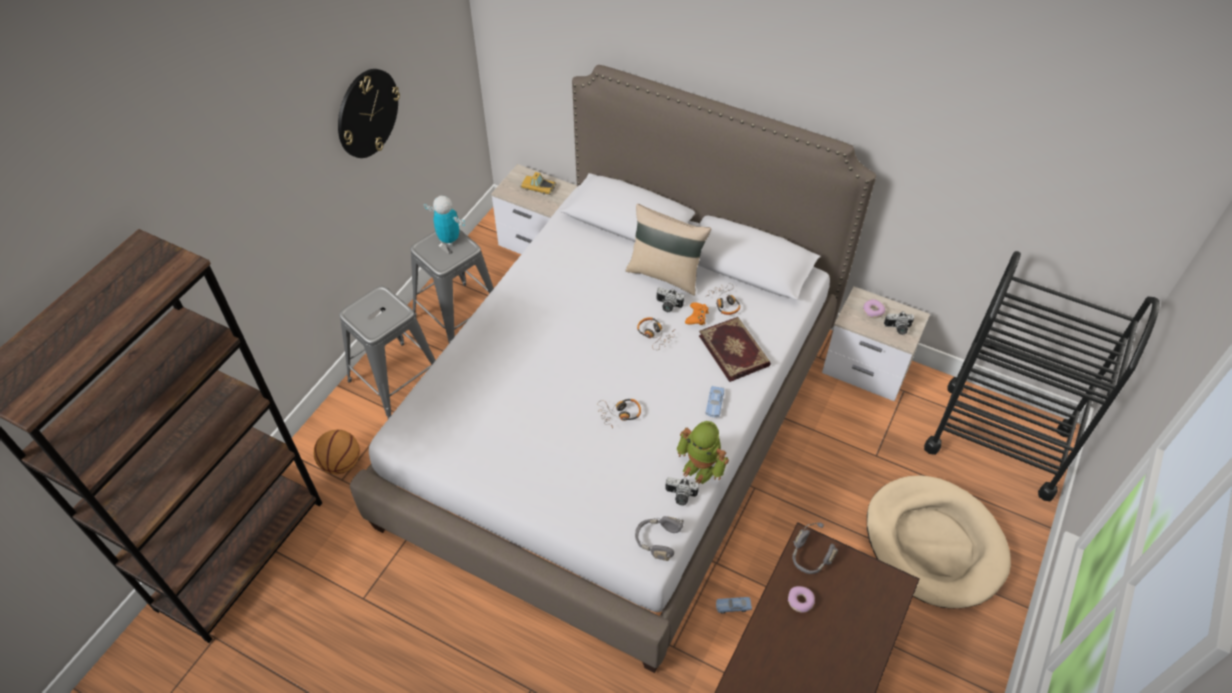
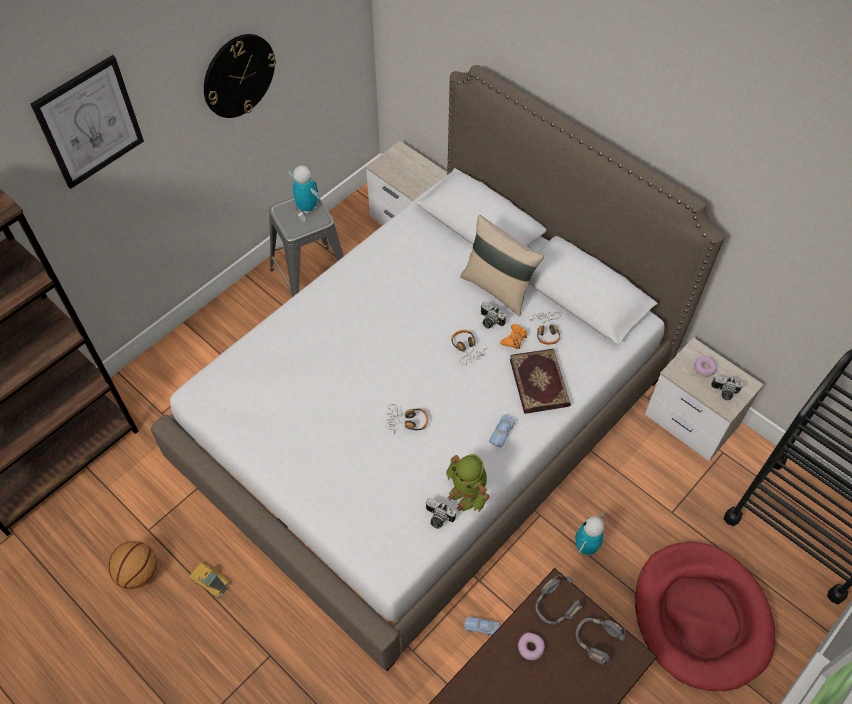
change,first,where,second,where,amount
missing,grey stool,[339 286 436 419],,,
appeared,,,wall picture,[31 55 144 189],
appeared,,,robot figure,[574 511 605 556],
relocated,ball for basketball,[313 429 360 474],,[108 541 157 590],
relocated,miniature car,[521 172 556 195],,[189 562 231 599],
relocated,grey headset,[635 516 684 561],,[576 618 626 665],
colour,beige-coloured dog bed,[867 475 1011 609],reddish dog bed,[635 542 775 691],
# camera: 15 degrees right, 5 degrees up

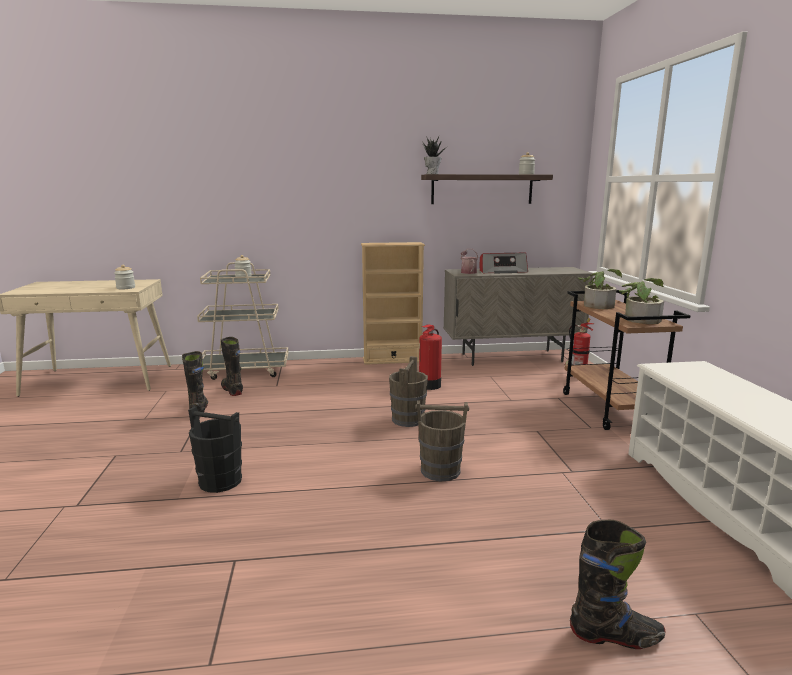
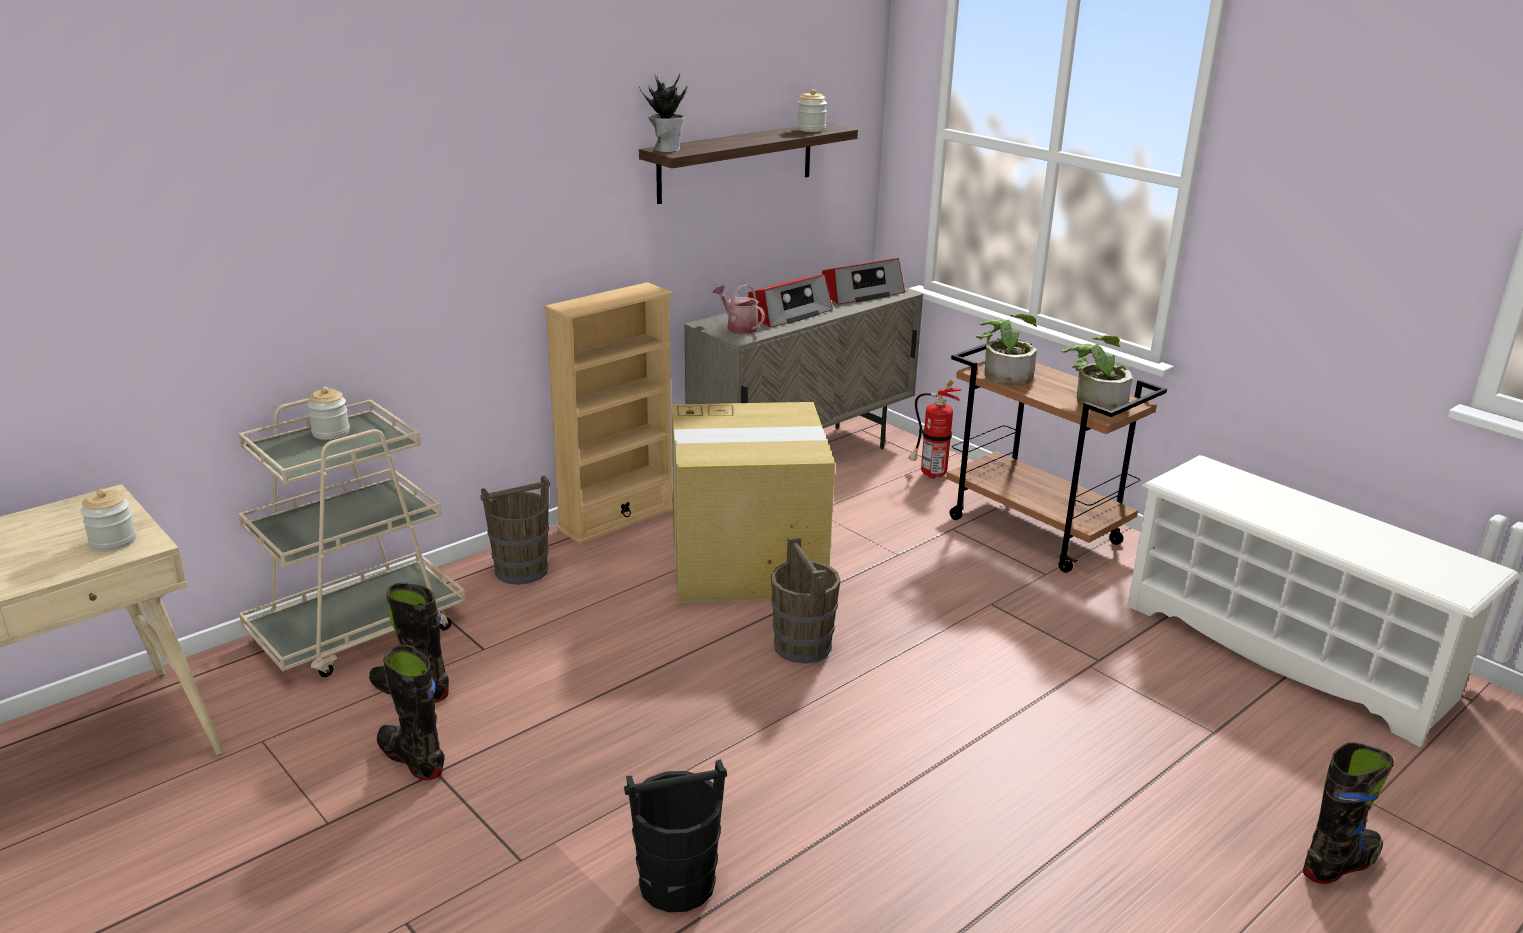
change,first,where,second,where,amount
appeared,,,radio receiver,[822 258 905 305],
relocated,brownish bucket,[415 400 469 482],,[480 475 550 585],
exchanged,extinguisher,[419 324 442 390],carton,[672 402 835 603],
# camera: 35 degrees left, 10 degrees up

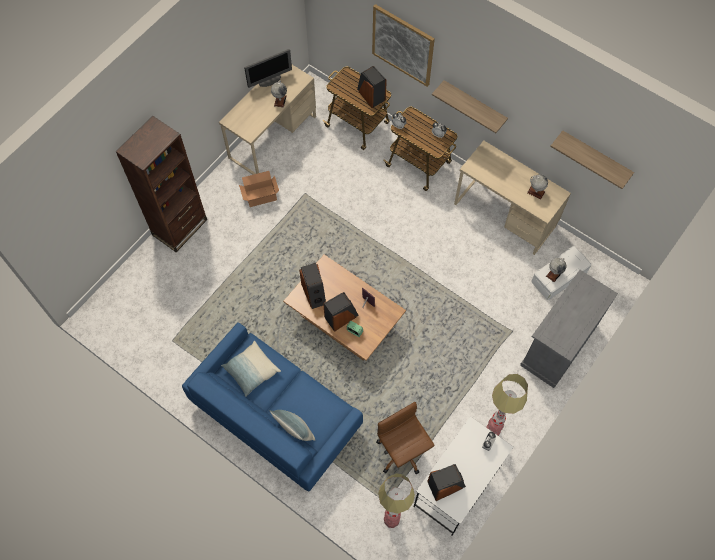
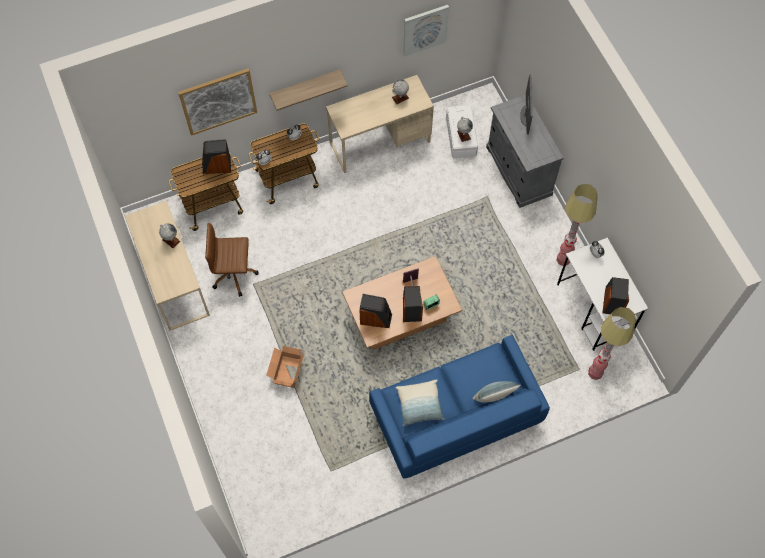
change,first,where,second,where,amount
missing,brownish bookshelf,[116 116 207 252],,,
relocated,carton,[239 171 279 207],,[266 346 304 388],
relocated,monitor,[244 49 292 88],,[520 74 532 134],
relocated,brownish office chair,[376 402 435 474],,[205 223 259 297],
exchanged,shelf,[550 131 634 189],wall picture,[403 5 449 57],
# camera: 60 degrees left, 0 degrees up

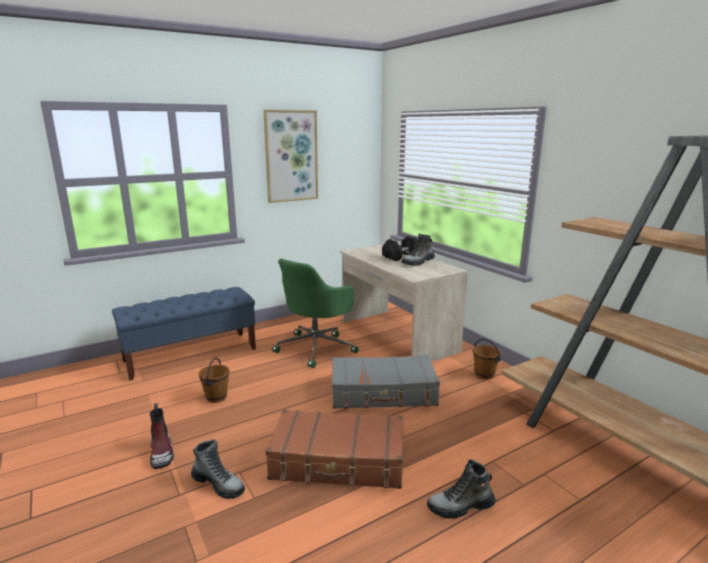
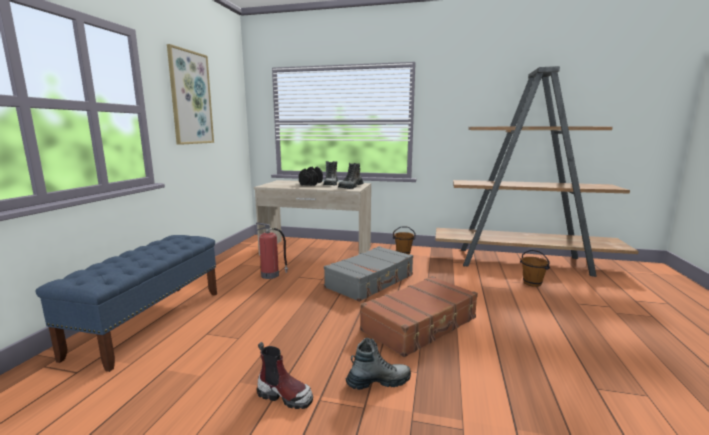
change,first,where,second,where,amount
relocated,brownish bucket,[199 358 229 403],,[520 250 550 287],
relocated,high-top boot,[427 459 496 519],,[338 163 364 189],
exchanged,green-coloured office chair,[272 258 359 368],extinguisher,[256 222 288 279],
# camera: 45 degrees left, 5 degrees down

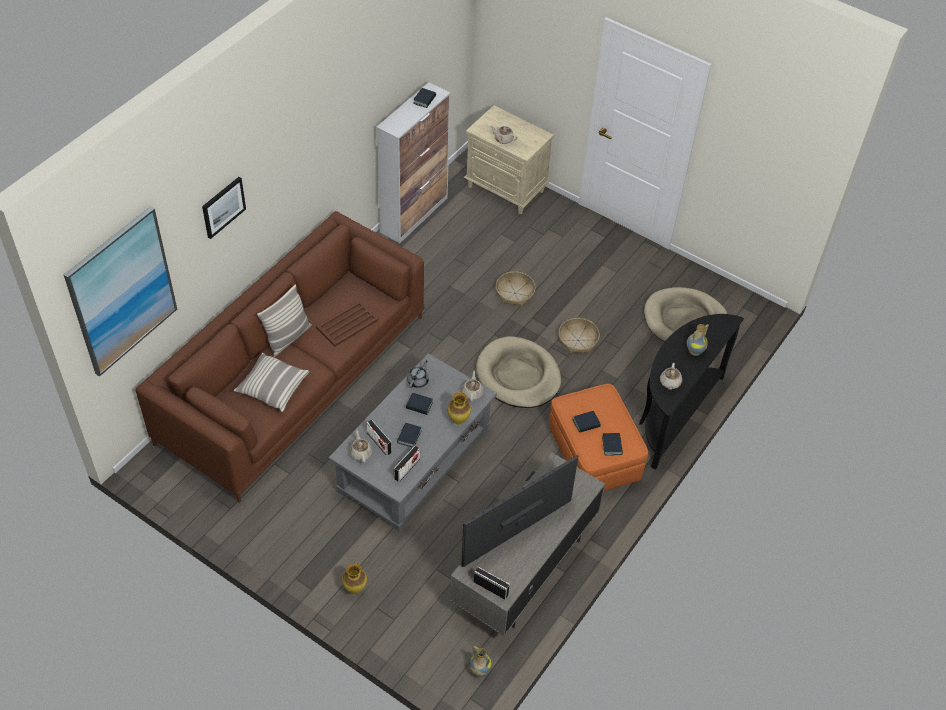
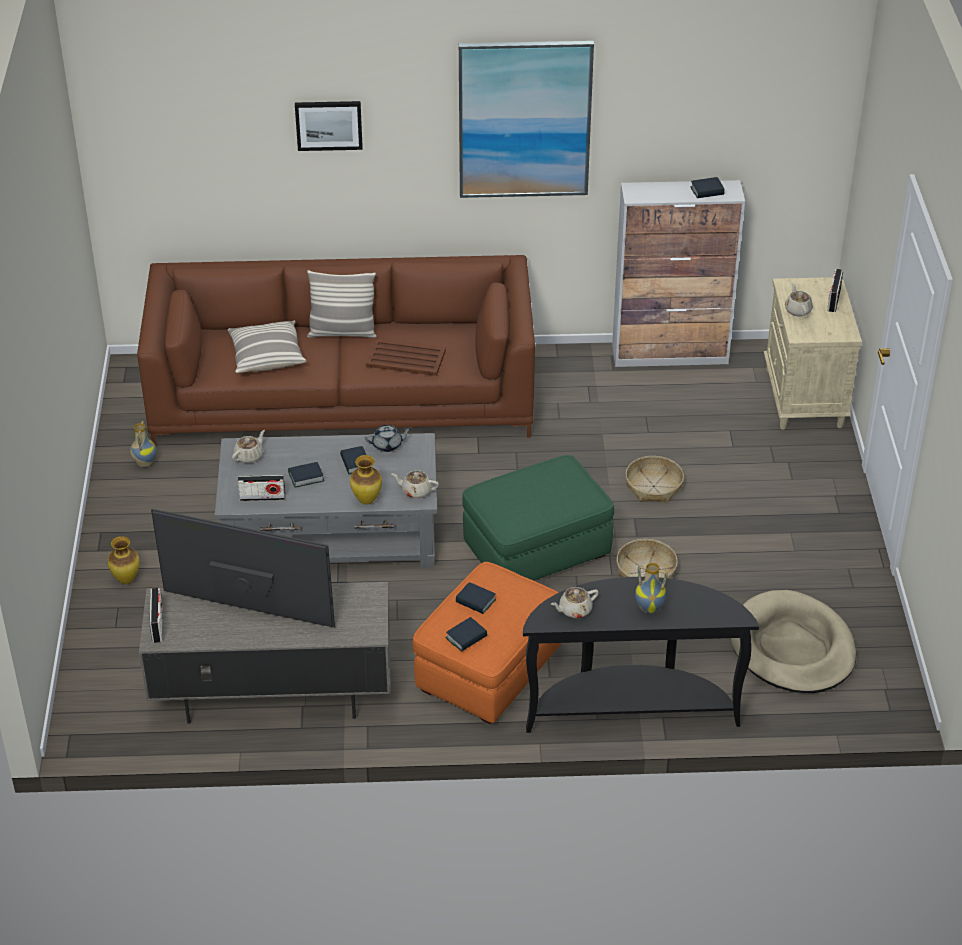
change,first,where,second,where,amount
relocated,wall picture,[63 206 177 377],,[459 41 594 198],
relocated,radio receiver,[367 419 392 456],,[827 269 843 312],
relocated,decorative vase,[469 646 492 676],,[130 421 157 467],
exchanged,beige-coloured dog bed,[476 336 561 408],green-coloured footrest,[462 455 614 581],
spun,beige-coloured tea pot,[462 371 484 402],,[392 470 439 498],135 degrees counterclockwise
# camera: 55 degrees right, 10 degrees down

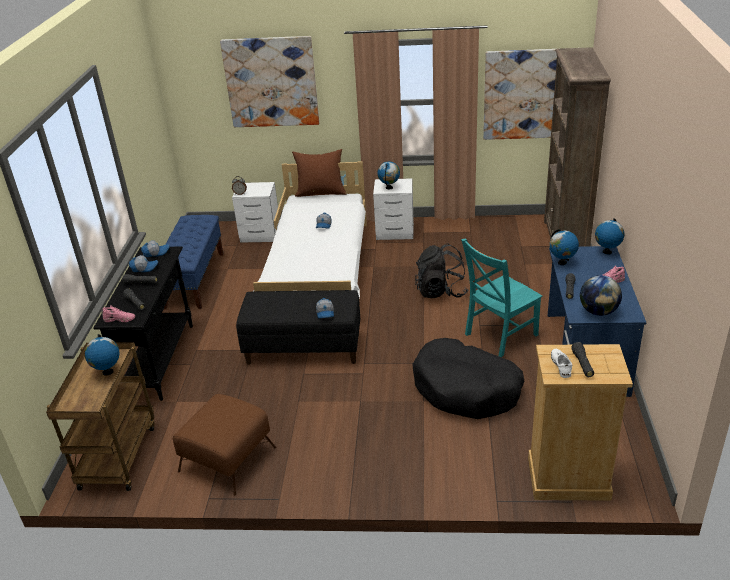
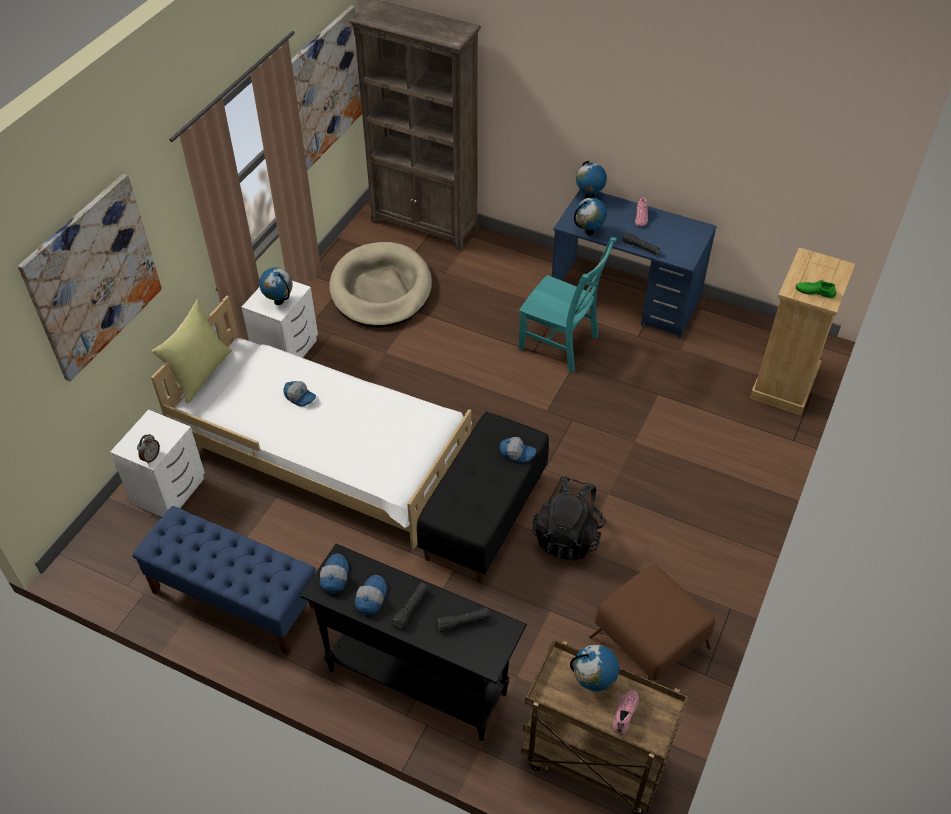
change,first,where,second,where,amount
missing,black-coloured dog bed,[412 338 525 419],,,
missing,black-coloured torch,[571 342 594 377],,,
missing,desk globe,[580 275 622 316],,,
appeared,,,beige-coloured dog bed,[329 242 432 328],
relocated,pinkish low shoe,[102 305 135 322],,[613 690 639 735],
relocated,black-coloured knapsack,[415 244 469 298],,[533 476 606 561],
colour,brownish cushion,[292 149 347 197],yellow cushion,[152 300 232 404],
colour,white-coloured low shoe,[551 349 572 378],green-coloured low shoe,[795 280 836 298],
spun,blue-green upright chair,[461 238 542 358],,[518 237 617 372],45 degrees counterclockwise
# camera: 70 degrees left, 15 degrees up

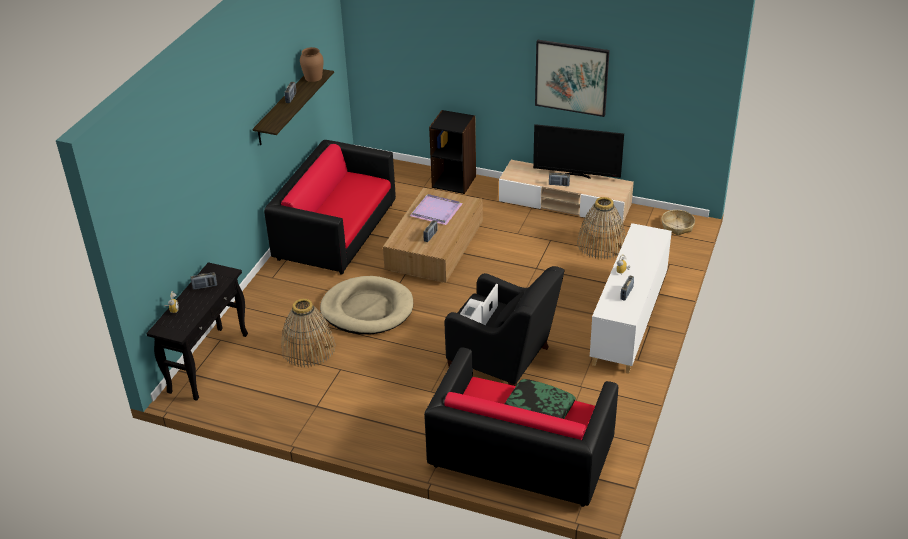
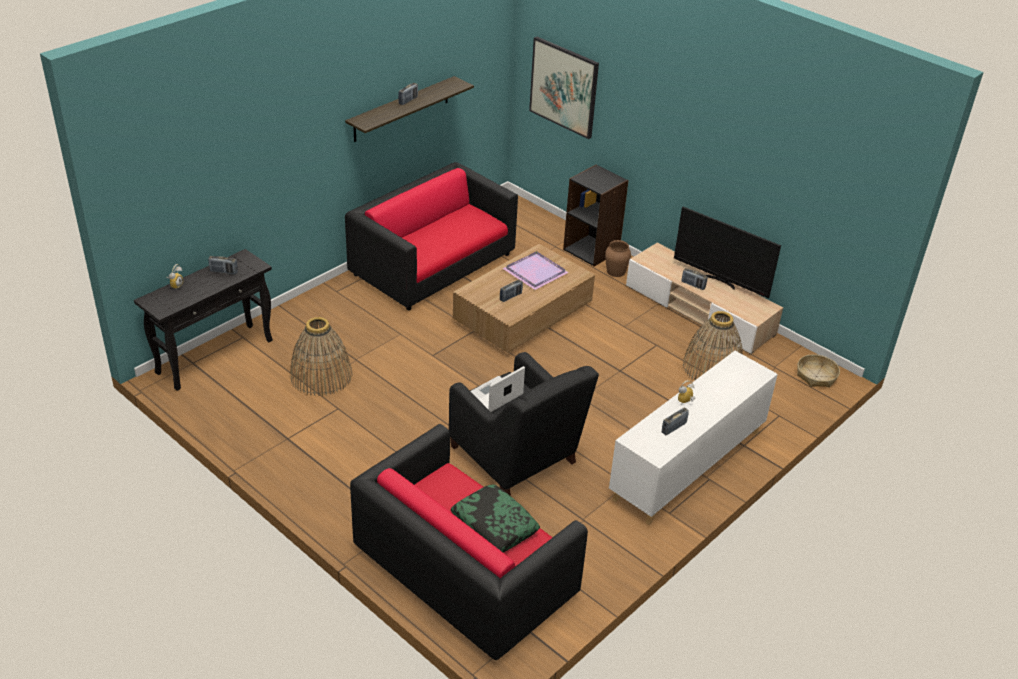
change,first,where,second,where,amount
missing,beige-coloured dog bed,[320 276 413 335],,,
relocated,brownish decorative vase,[300 47 324 82],,[605 240 631 277],
relocated,wall picture,[535 40 610 117],,[529 37 599 139],
# camera: 20 degrees right, 0 degrees up

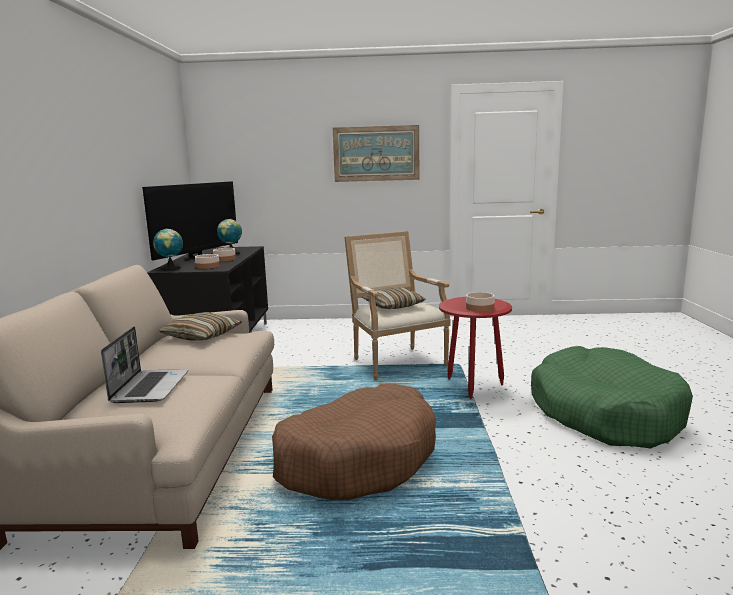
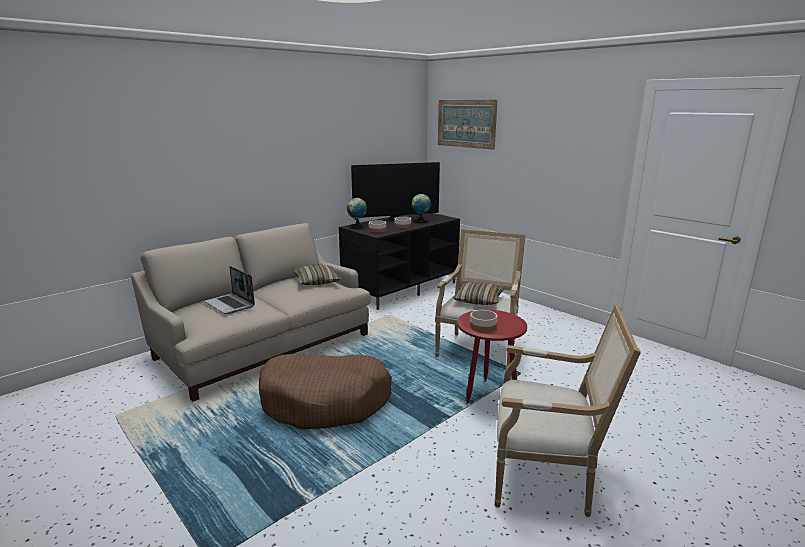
change,first,where,second,where,amount
relocated,wall picture,[333 125 419 182],,[438 100 498 150],
exchanged,green-coloured dog bed,[531 346 693 448],easy chair,[495 304 641 517],
spun,notebook computer,[101 327 189 403],,[204 266 255 314],90 degrees clockwise
# camera: 45 degrees right, 5 degrees up

